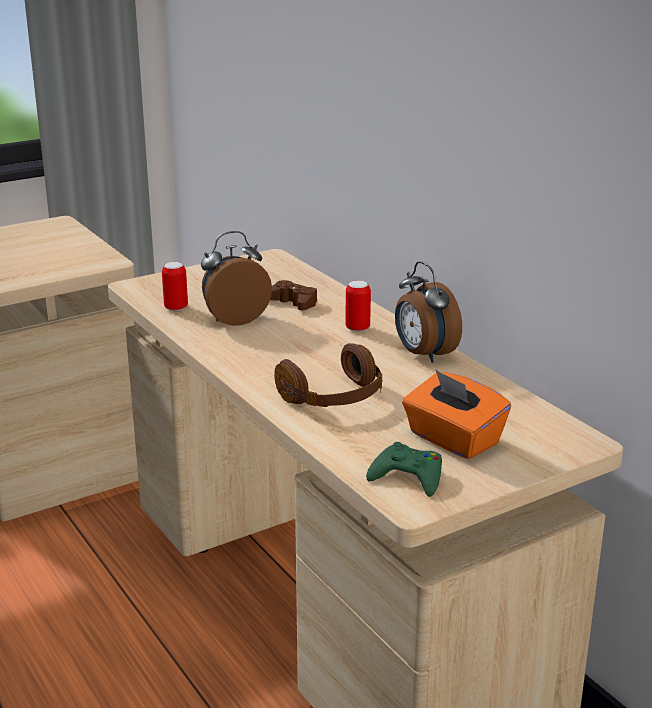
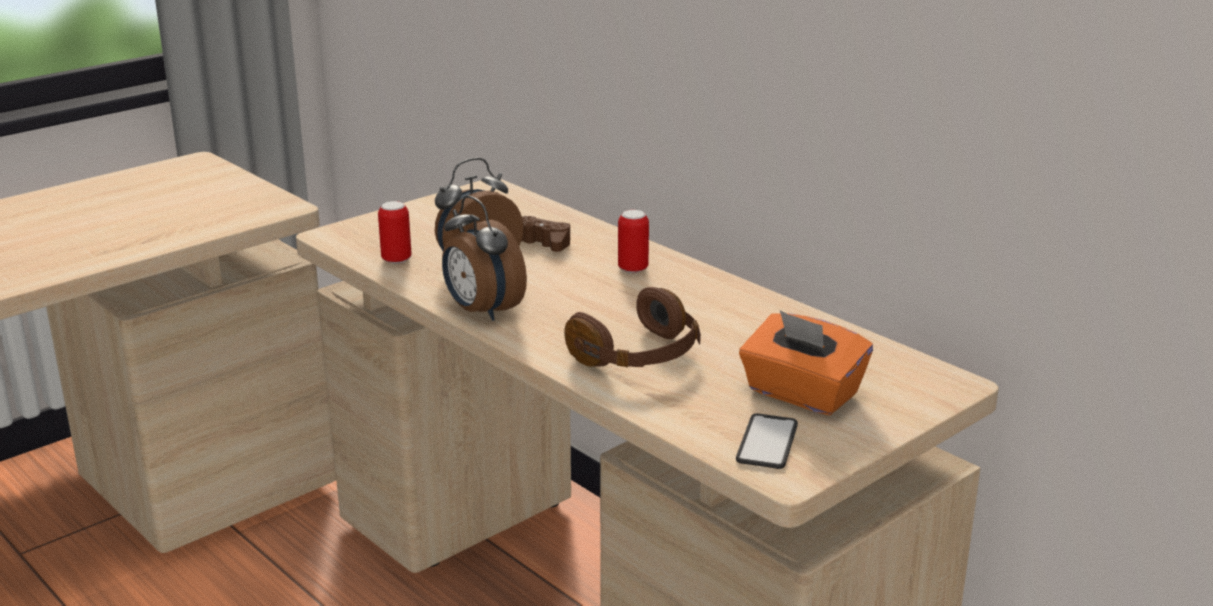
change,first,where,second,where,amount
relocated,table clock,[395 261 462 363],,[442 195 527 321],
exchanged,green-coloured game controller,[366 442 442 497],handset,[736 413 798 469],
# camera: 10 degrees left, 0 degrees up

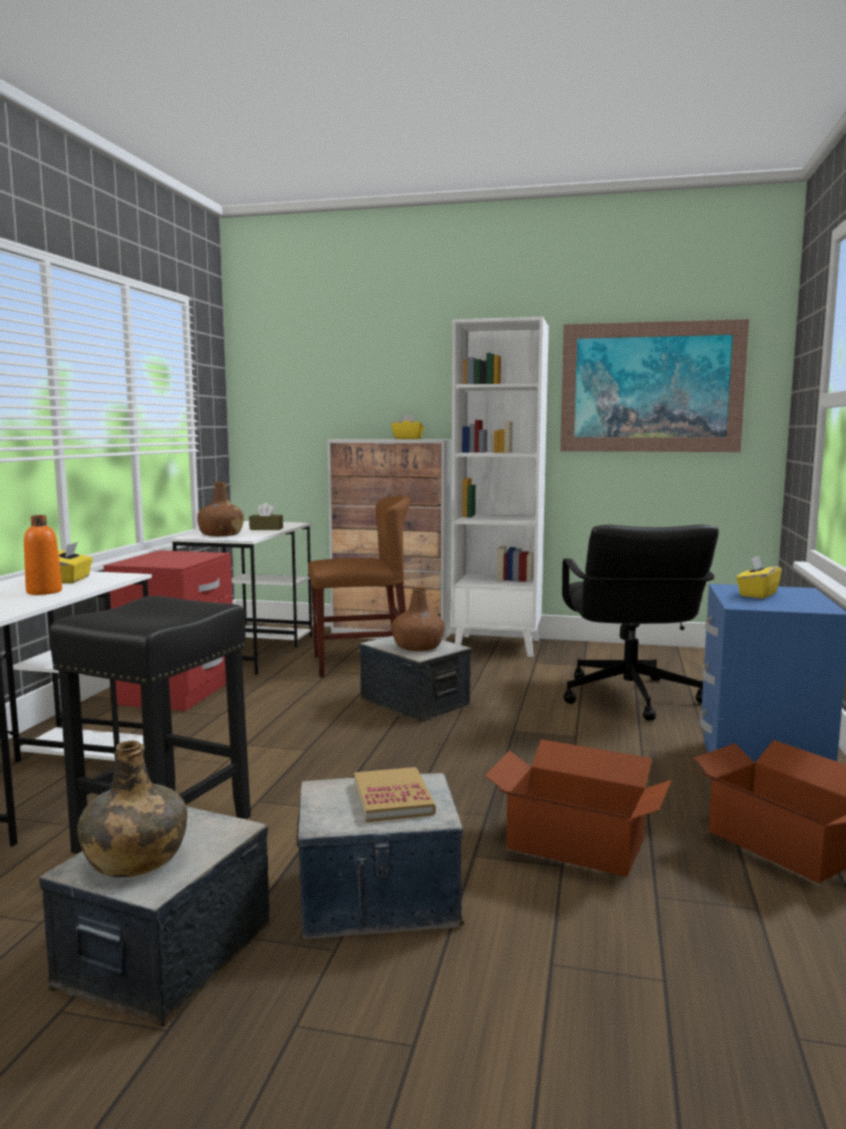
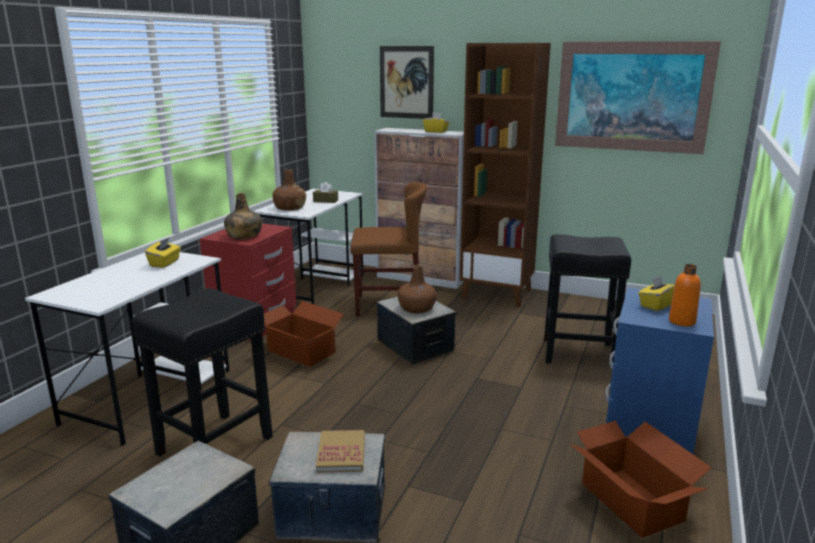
change,first,where,second,where,amount
appeared,,,wall picture,[380 46 434 119],
relocated,orangey drink bottle,[24 515 62 595],,[669 264 701 326],
relocated,green-coloured drink bottle,[77 740 187 877],,[224 193 262 239],
relocated,carton,[485 739 672 877],,[264 301 344 367],
exchanged,black-coloured office chair,[562 525 719 721],black-coloured stool,[544 234 631 364],
colour,white-coloured bookshelf,[451 317 549 657],brownish bookshelf,[460 43 551 307],
# camera: 10 degrees right, 10 degrees up

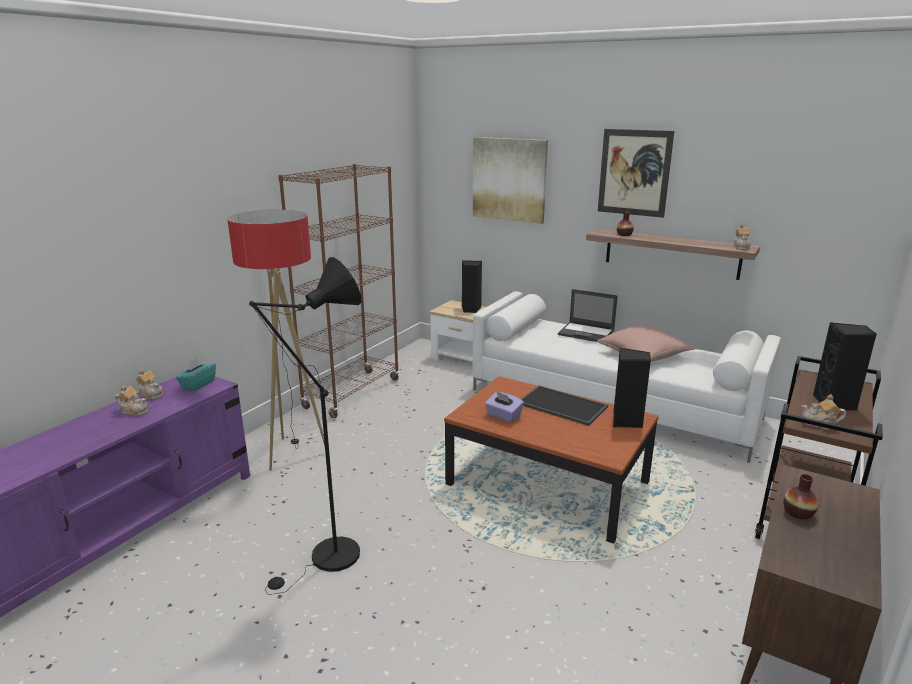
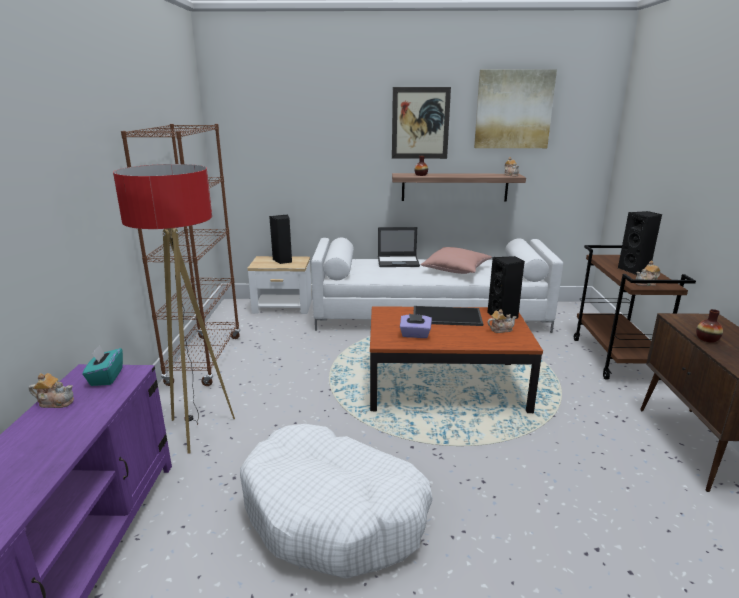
change,first,where,second,where,amount
relocated,tea pot,[115 385 148 416],,[487 309 516 333],
relocated,wall picture,[473 137 548 224],,[474 70 557 148],
exchanged,black-coloured floor lamp,[249 257 361 595],white-coloured dog bed,[240 424 433 579],
# camera: 30 degrees left, 0 degrees up

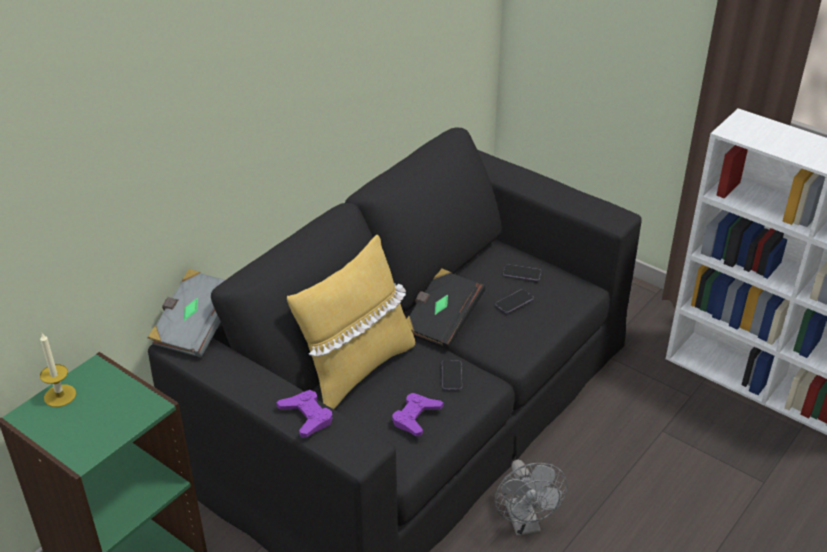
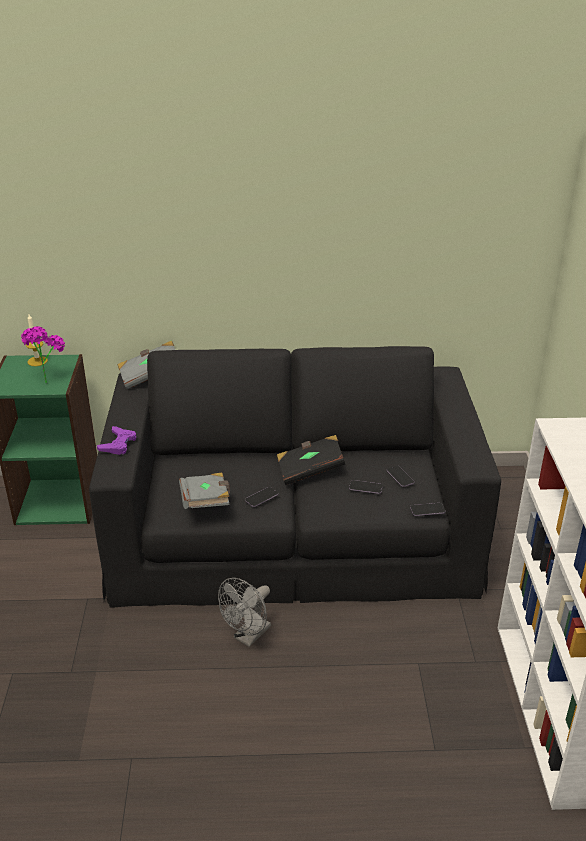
change,first,where,second,where,amount
missing,yellow cushion,[287 235 415 409],,,
appeared,,,houseplant,[21 326 65 383],
appeared,,,handset,[410 503 445 516],
exchanged,purplish game controller,[392 393 443 436],grey volume,[179 472 230 509],
# camera: 50 degrees right, 5 degrees down

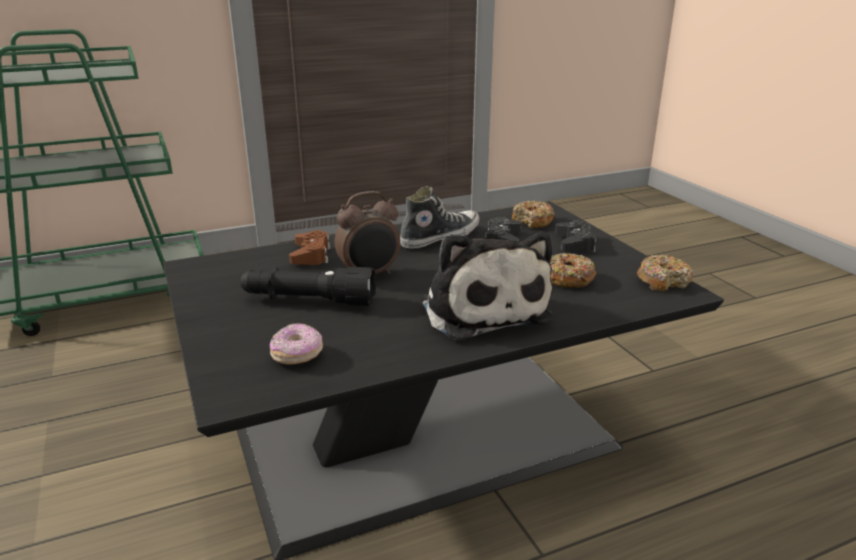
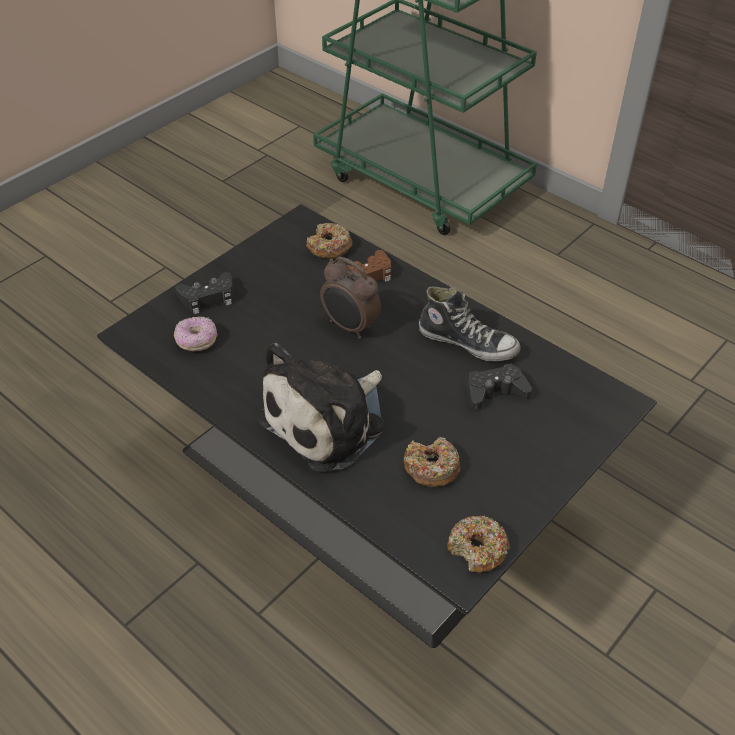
change,first,where,second,where,amount
missing,black-coloured torch,[241 266 376 306],,,
relocated,ring doughnut,[512 200 555 228],,[306 223 353 259],
relocated,black-coloured game controller,[555 220 596 253],,[175 272 234 314],
# camera: 65 degrees right, 20 degrees up

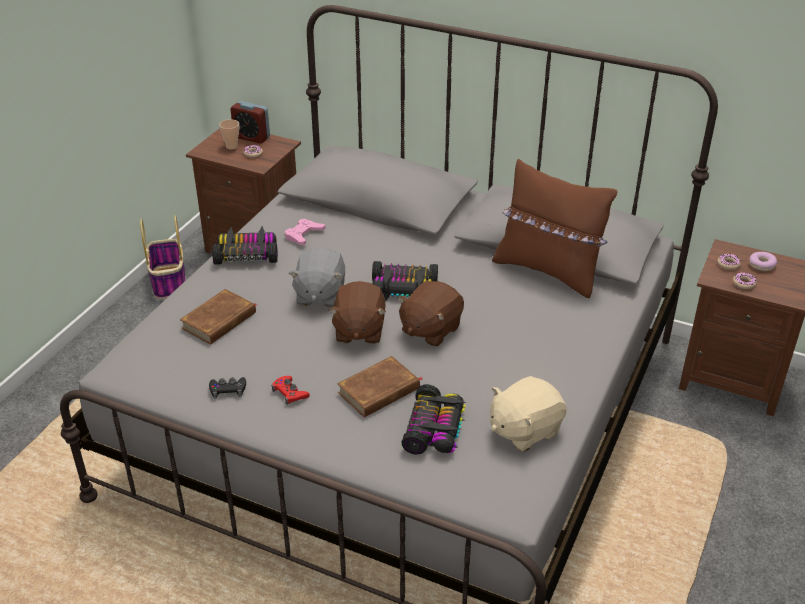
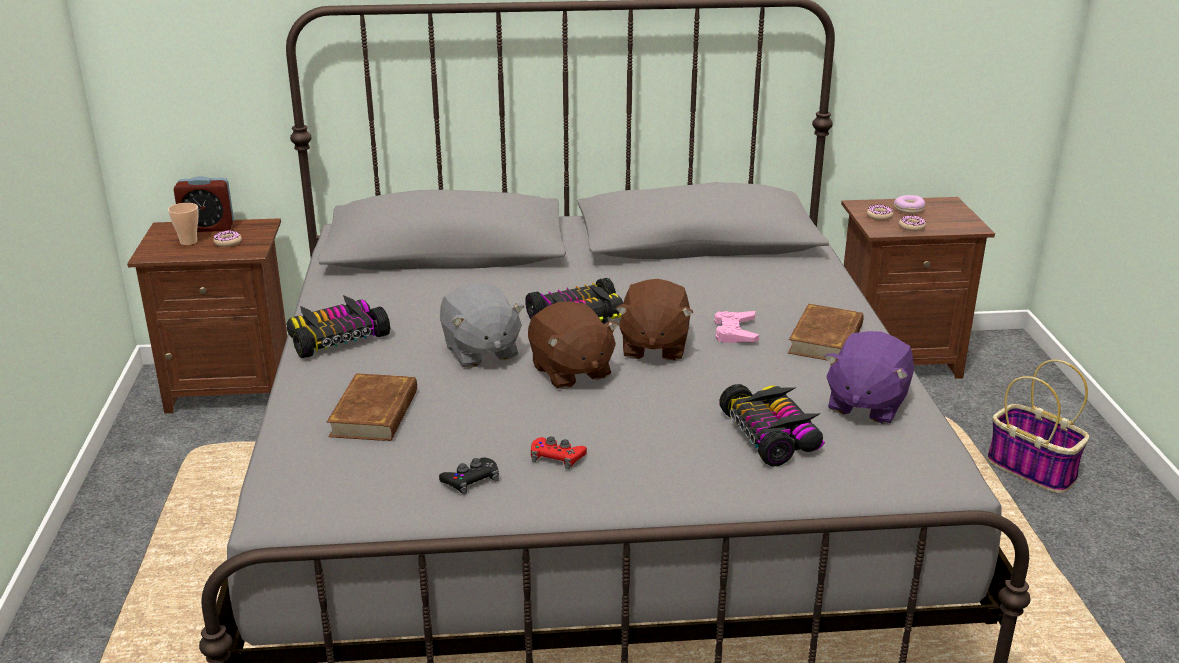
change,first,where,second,where,amount
missing,brownish cushion,[492 159 617 298],,,
relocated,storage basket,[140 215 185 299],,[987 359 1089 493],
relocated,pinkish game controller,[285 219 325 245],,[714 311 759 343],
relocated,brownish volume,[337 356 422 417],,[788 304 864 361],
colour,beige-coloured cuddly toy,[490 376 567 452],purplish cuddly toy,[824 331 914 424],
# camera: 30 degrees left, 10 degrees down

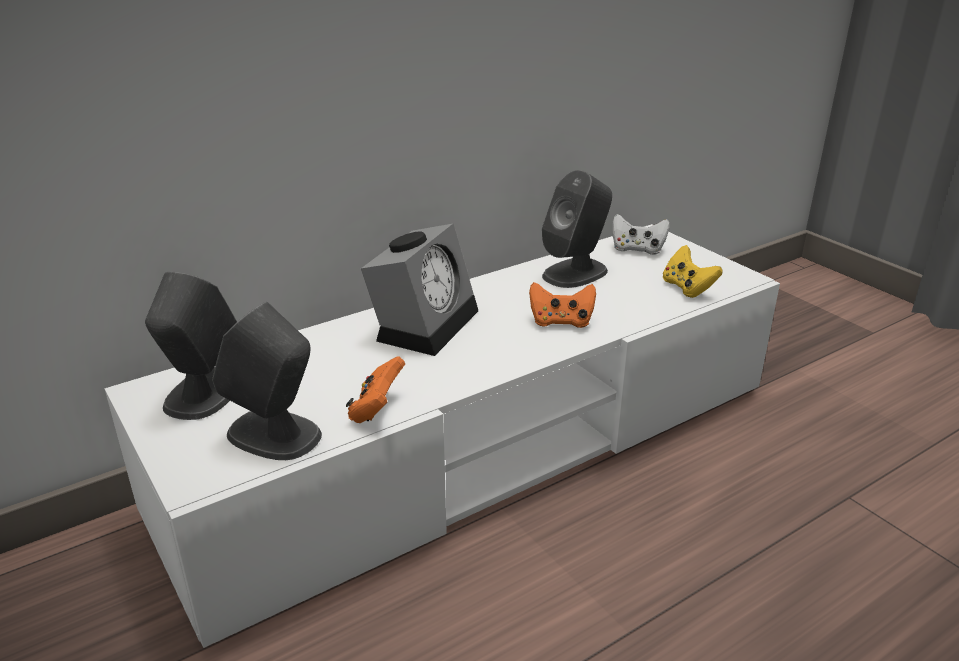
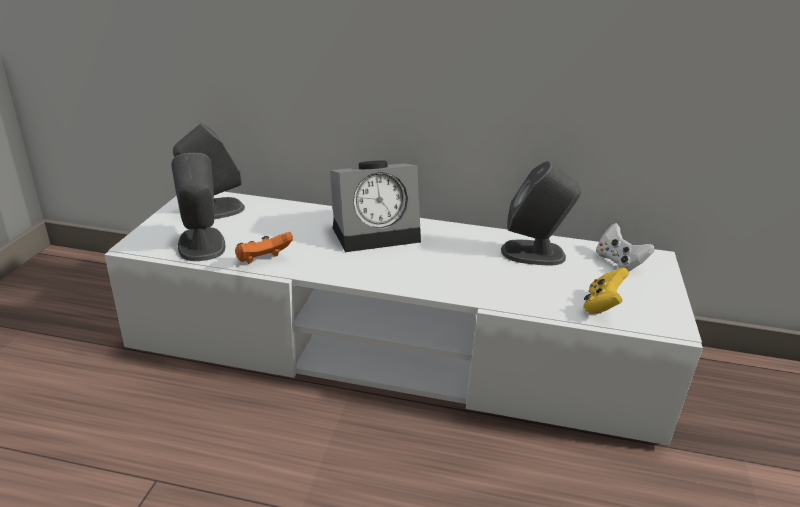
change,first,where,second,where,amount
missing,orangey game controller,[529 282 596 328],,,
# camera: 45 degrees right, 0 degrees up

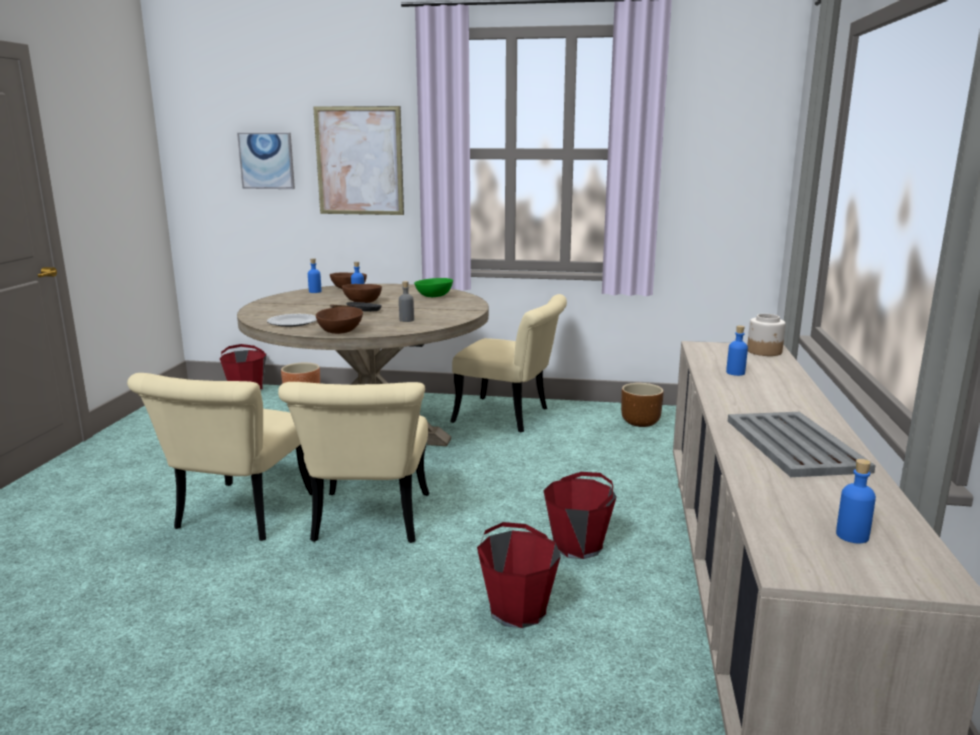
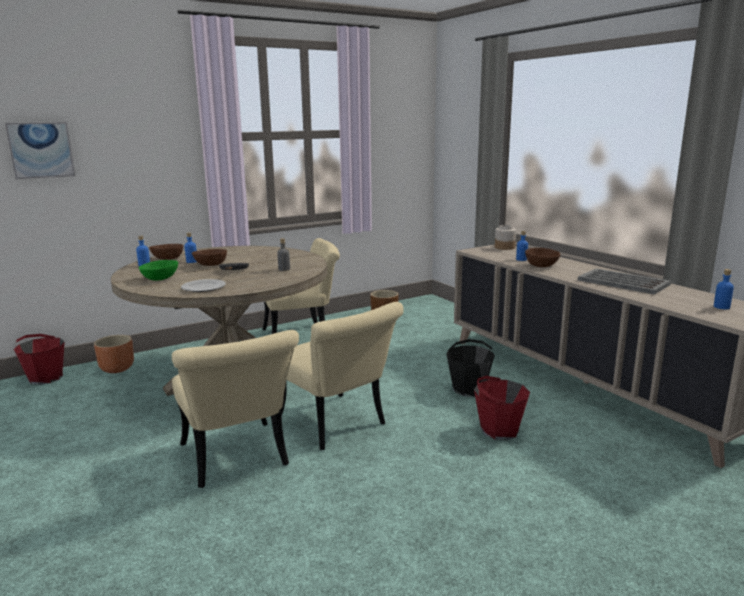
change,first,where,second,where,amount
missing,wall picture,[313 106 404 215],,,
relocated,brownish bowl,[316 307 363 334],,[525 248 561 267],
relocated,green-coloured bowl,[414 278 453 297],,[139 260 178 281],
colour,reddish bucket,[543 472 617 559],black-coloured bucket,[446 339 495 397],
# camera: 40 degrees left, 0 degrees up

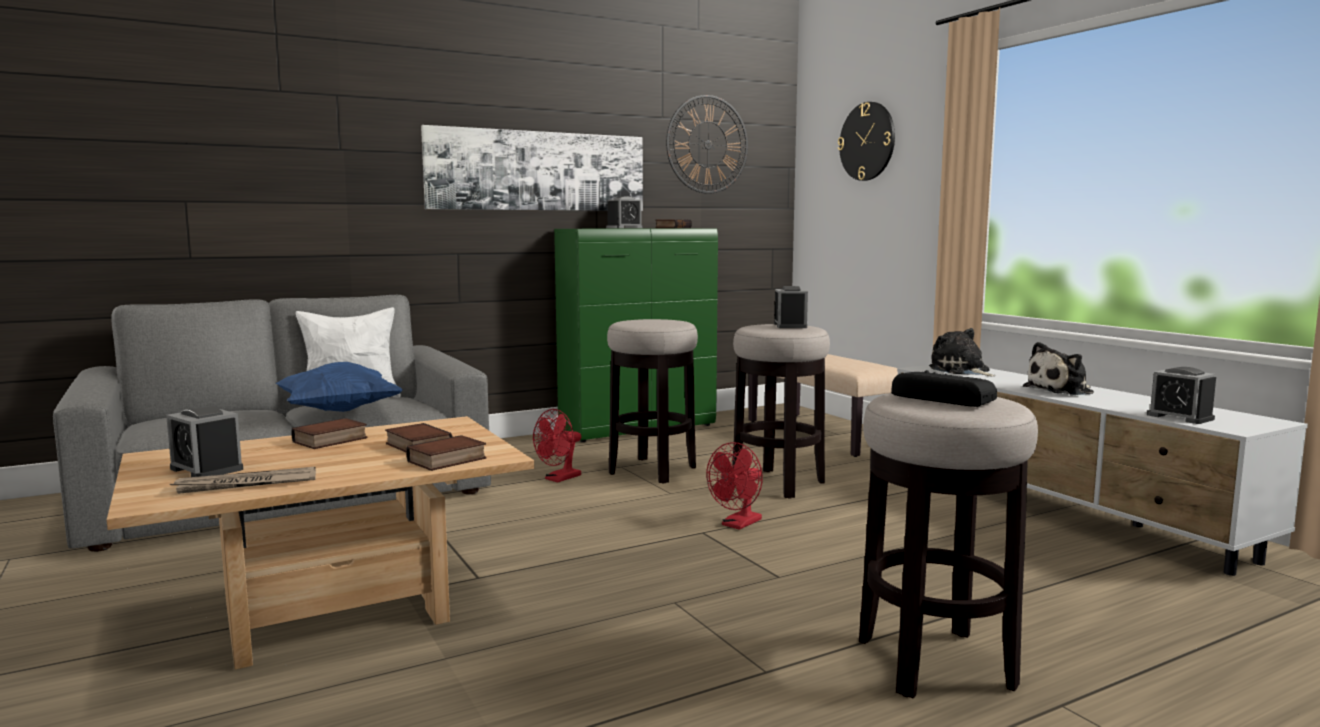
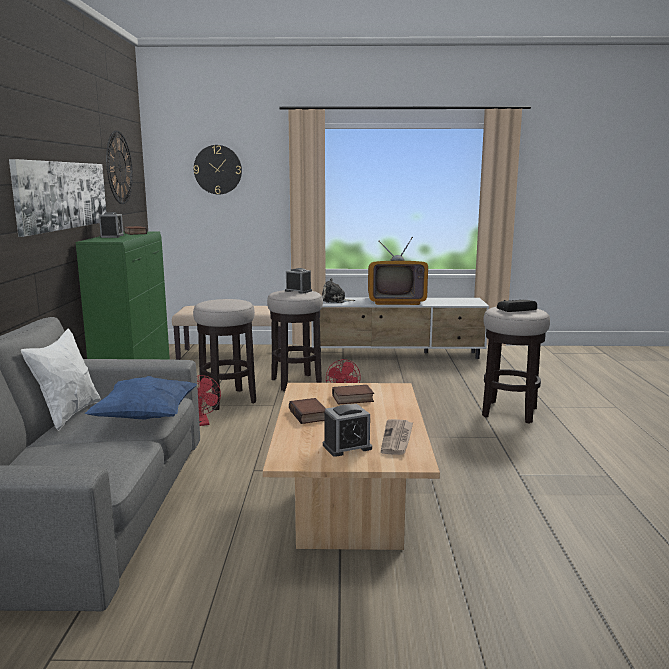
change,first,where,second,where,amount
missing,volume,[406 435 486 471],,,
missing,table clock,[1147 367 1216 424],,,
exchanged,cuddly toy,[1023 342 1094 396],TV,[368 237 428 305],
# camera: 60 degrees left, 5 degrees up

